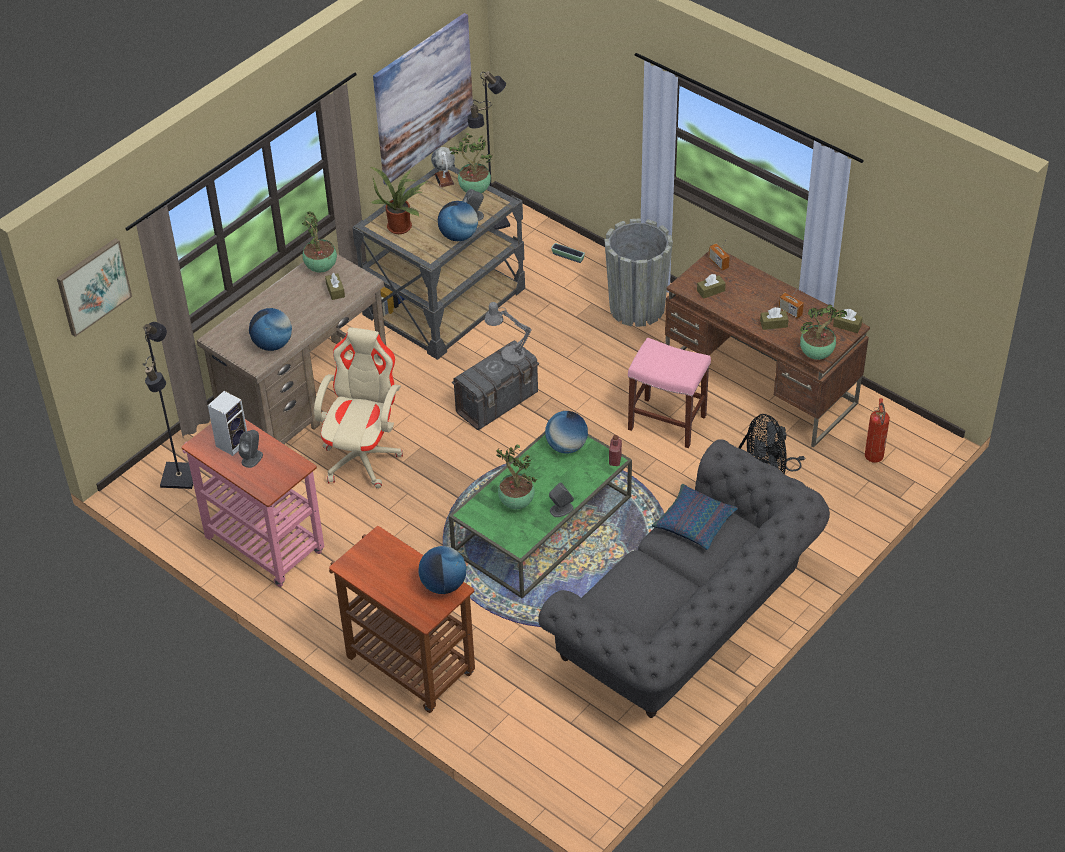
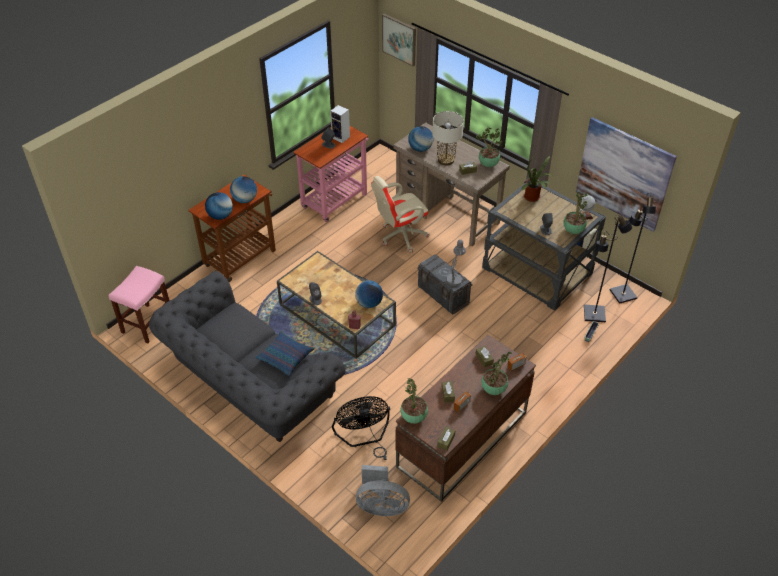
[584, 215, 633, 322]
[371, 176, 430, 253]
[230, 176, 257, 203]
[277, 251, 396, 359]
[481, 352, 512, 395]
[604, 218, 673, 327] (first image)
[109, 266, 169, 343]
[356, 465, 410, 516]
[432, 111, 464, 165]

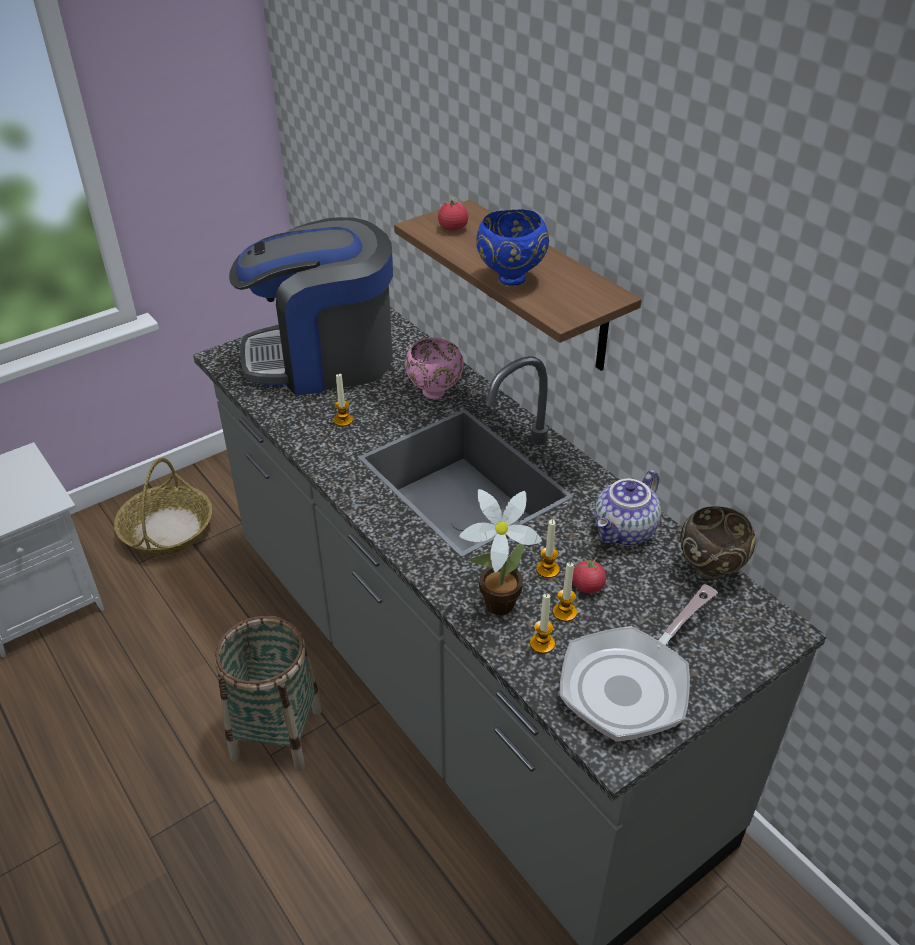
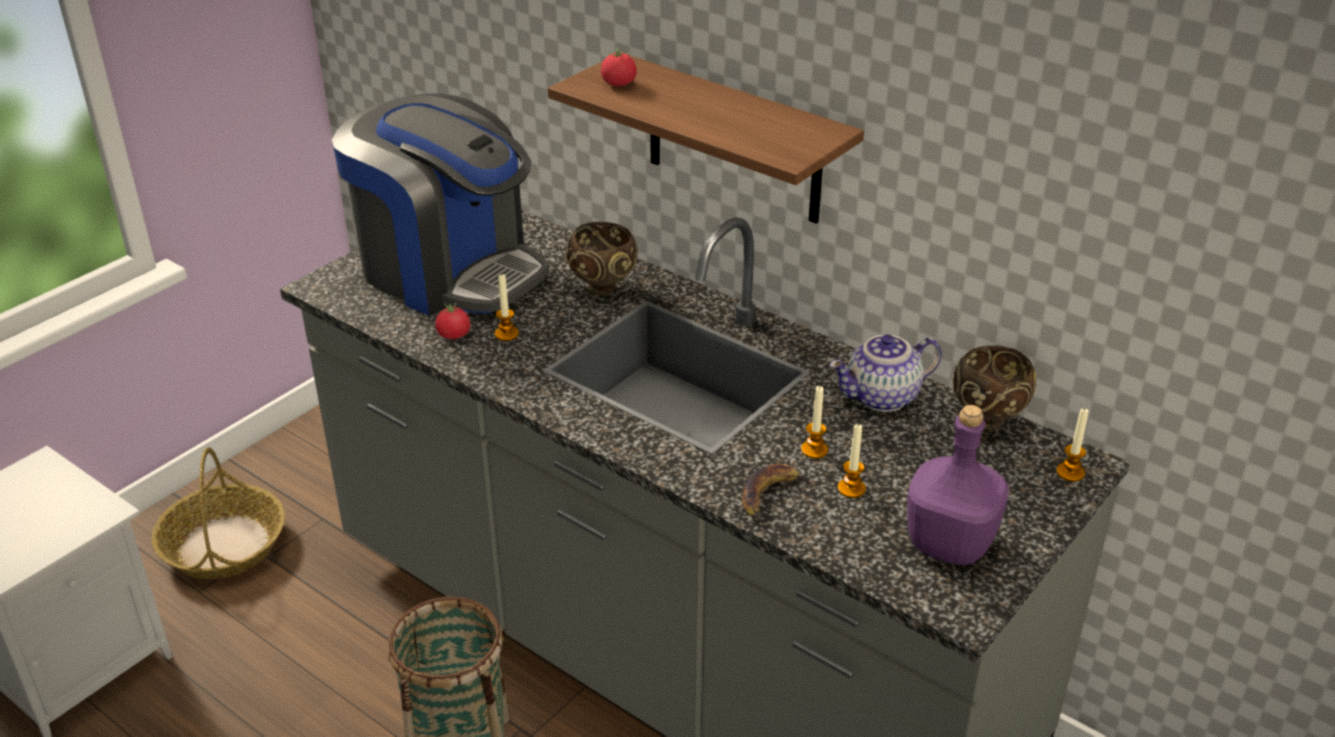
[332, 93, 549, 316]
[566, 222, 638, 296]
[742, 464, 815, 518]
[477, 210, 549, 286] (first image)
[1056, 409, 1089, 482]
[907, 405, 1009, 565]
[435, 302, 470, 339]
[829, 335, 942, 412]

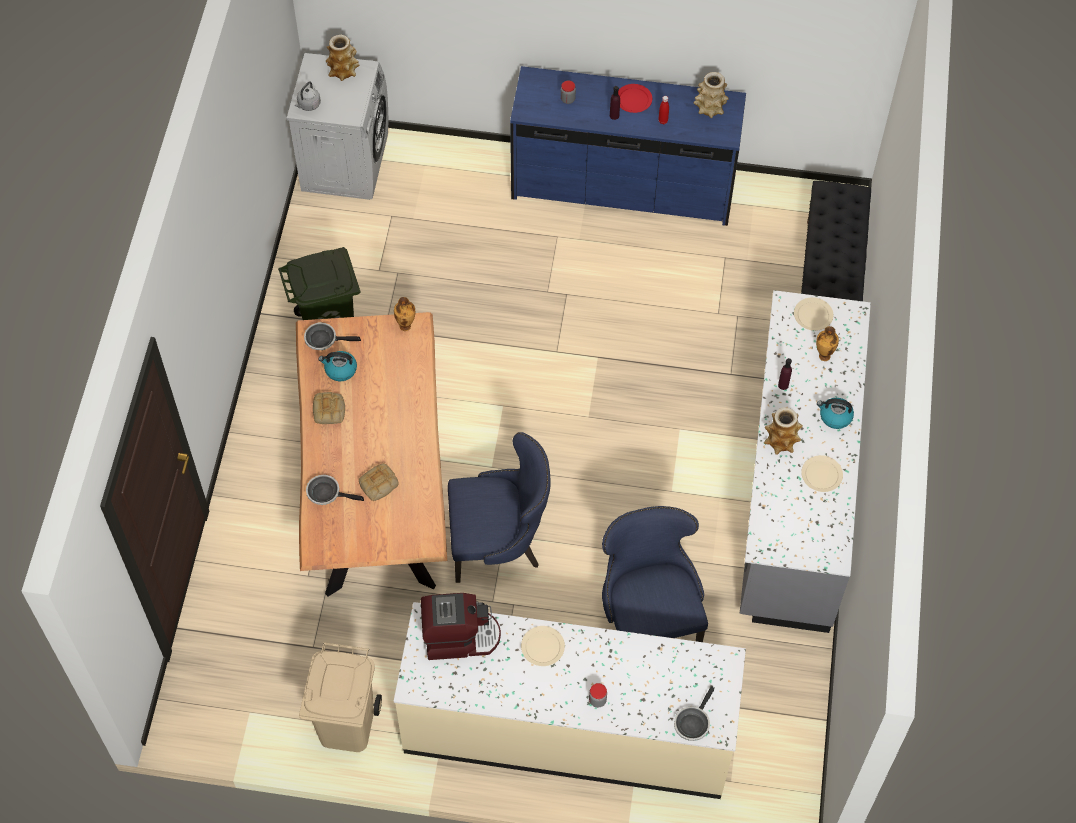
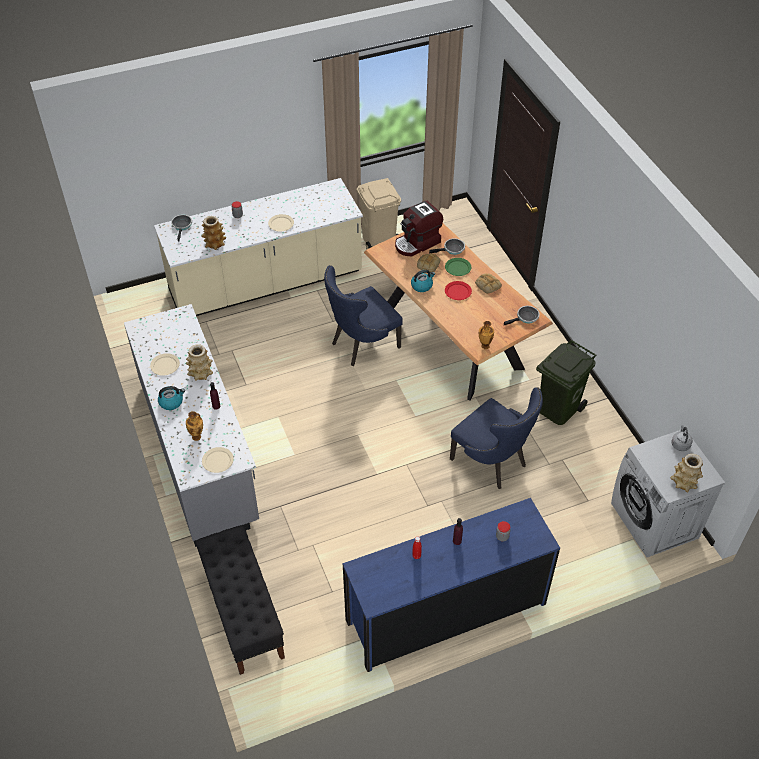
[411, 270, 435, 292]
[395, 201, 443, 256]
[450, 387, 543, 489]
[445, 281, 472, 300]
[201, 216, 226, 250]
[445, 258, 471, 276]

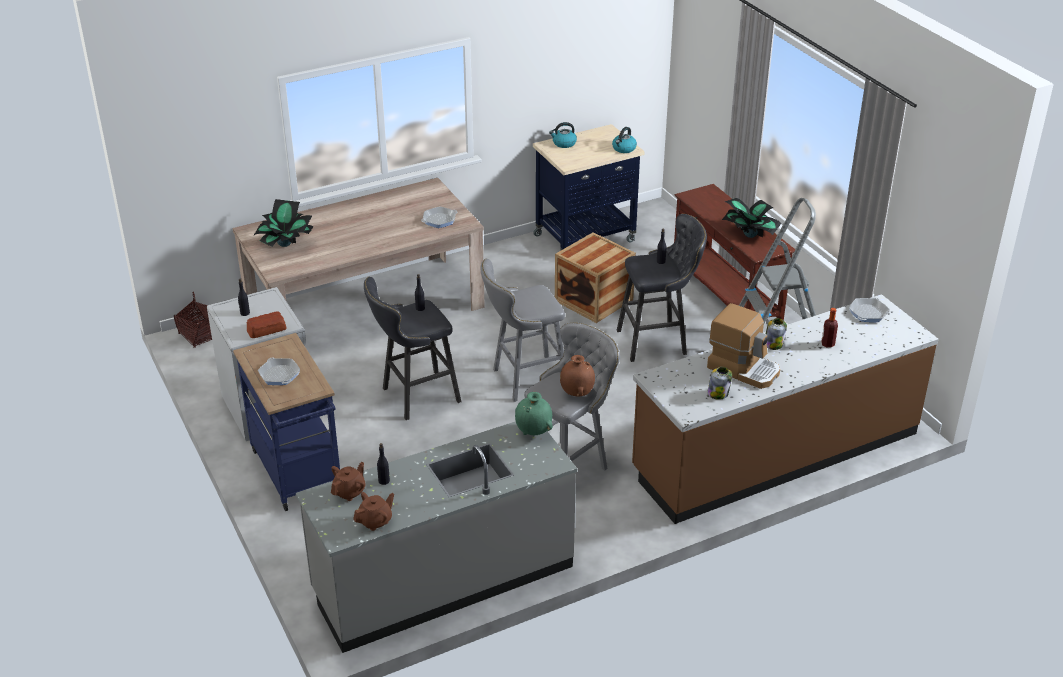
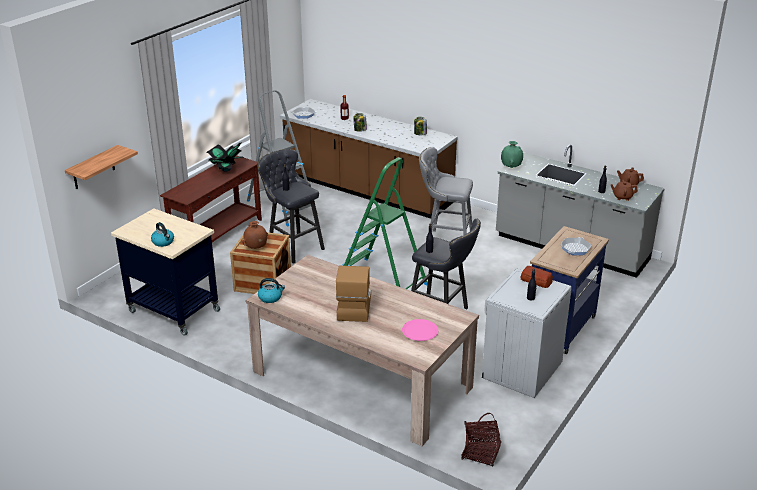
[402, 319, 438, 341]
[421, 207, 457, 228] (first image)
[342, 157, 428, 289]
[242, 221, 268, 249]
[258, 278, 285, 303]
[336, 266, 371, 322]
[65, 145, 138, 189]

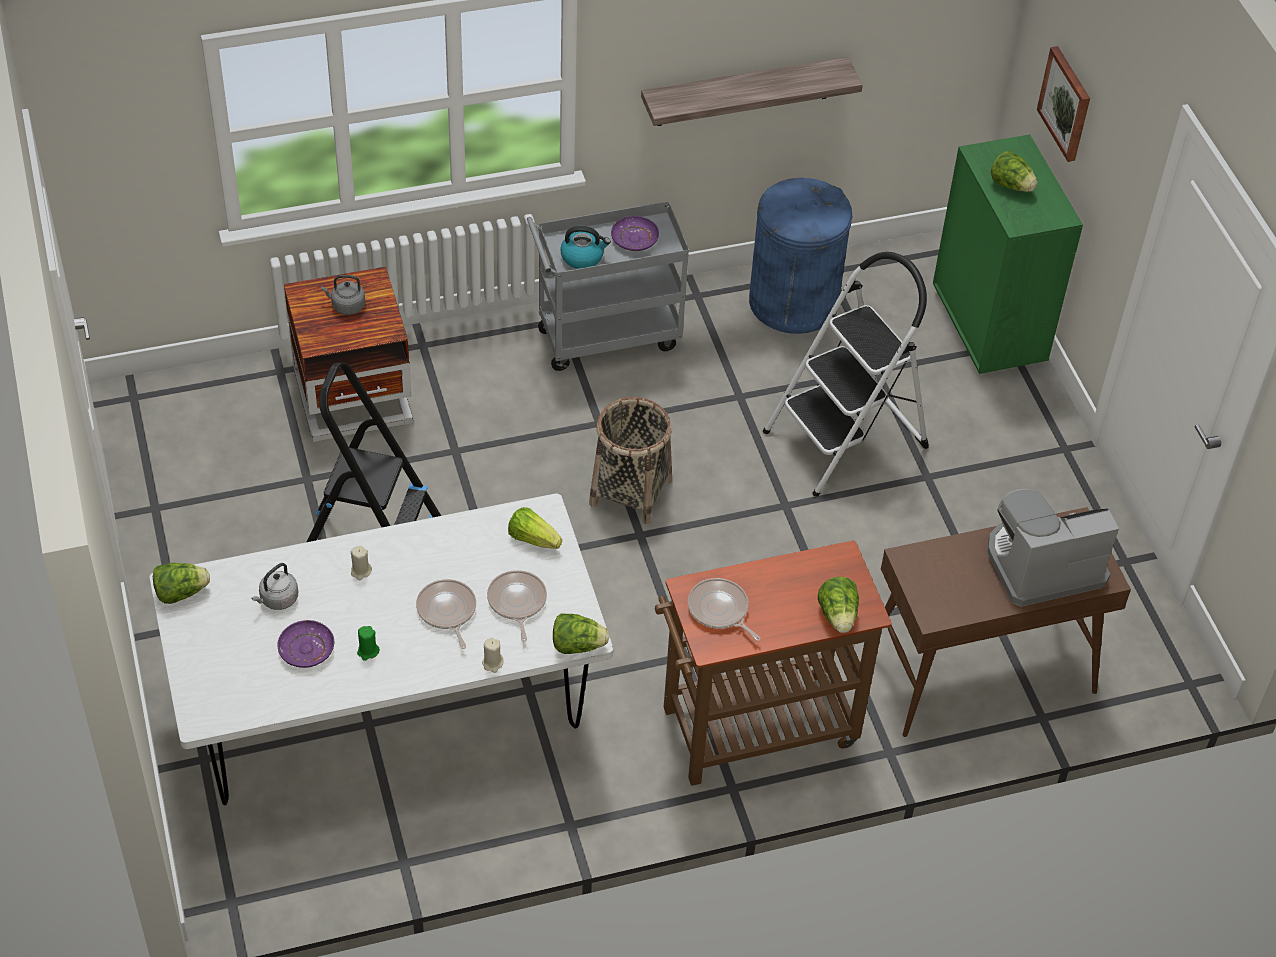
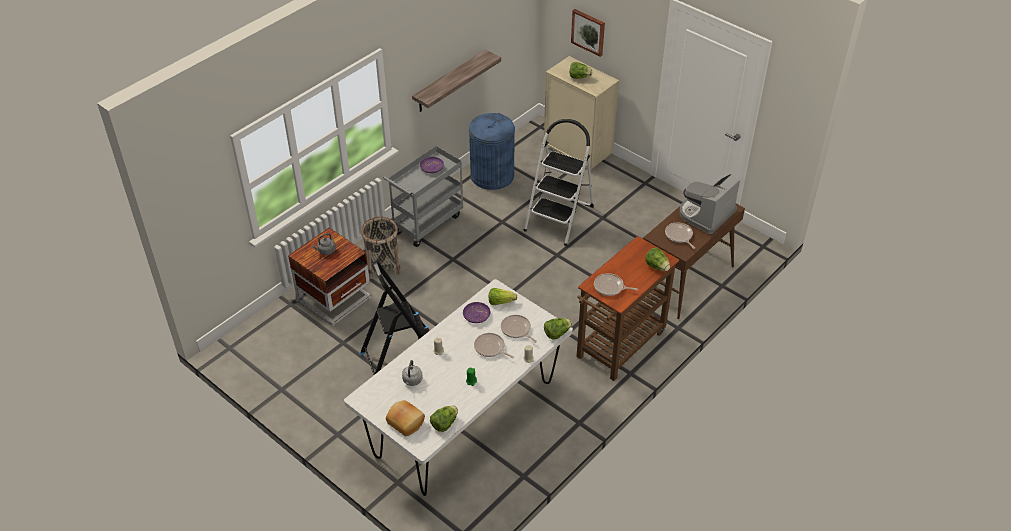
[430, 405, 458, 432]
[463, 302, 490, 323]
[560, 226, 611, 269] (first image)
[361, 217, 401, 279]
[544, 56, 619, 169]
[386, 400, 425, 436]
[665, 222, 695, 249]

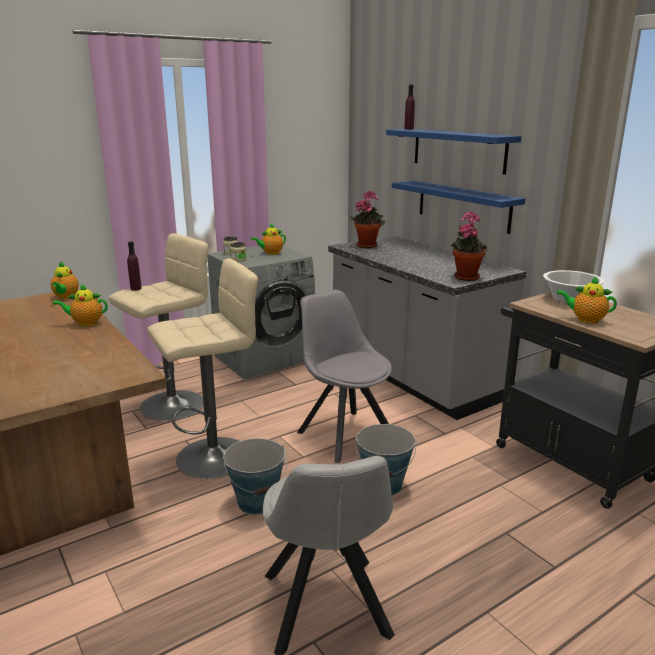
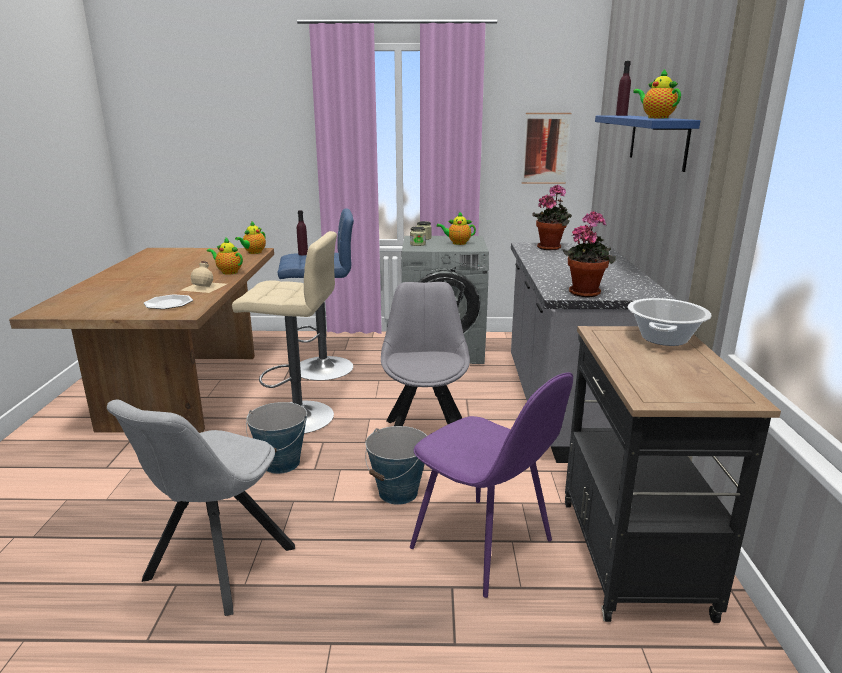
[278, 208, 354, 380]
[392, 181, 525, 234] (first image)
[633, 69, 681, 118]
[144, 294, 193, 309]
[180, 261, 226, 293]
[410, 373, 573, 598]
[522, 113, 571, 184]

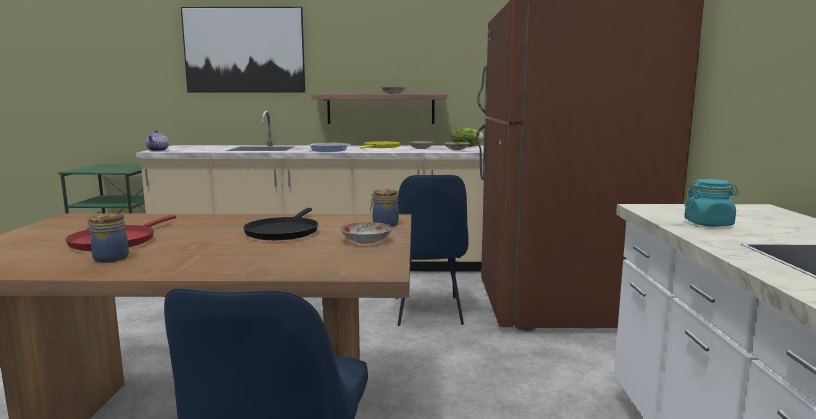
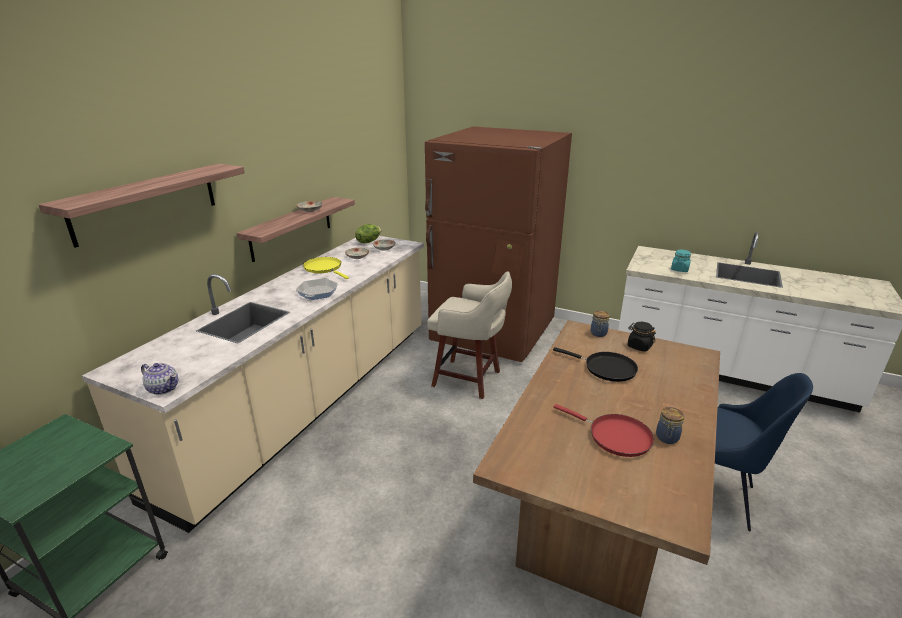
[38, 164, 245, 248]
[627, 322, 656, 352]
[427, 271, 512, 399]

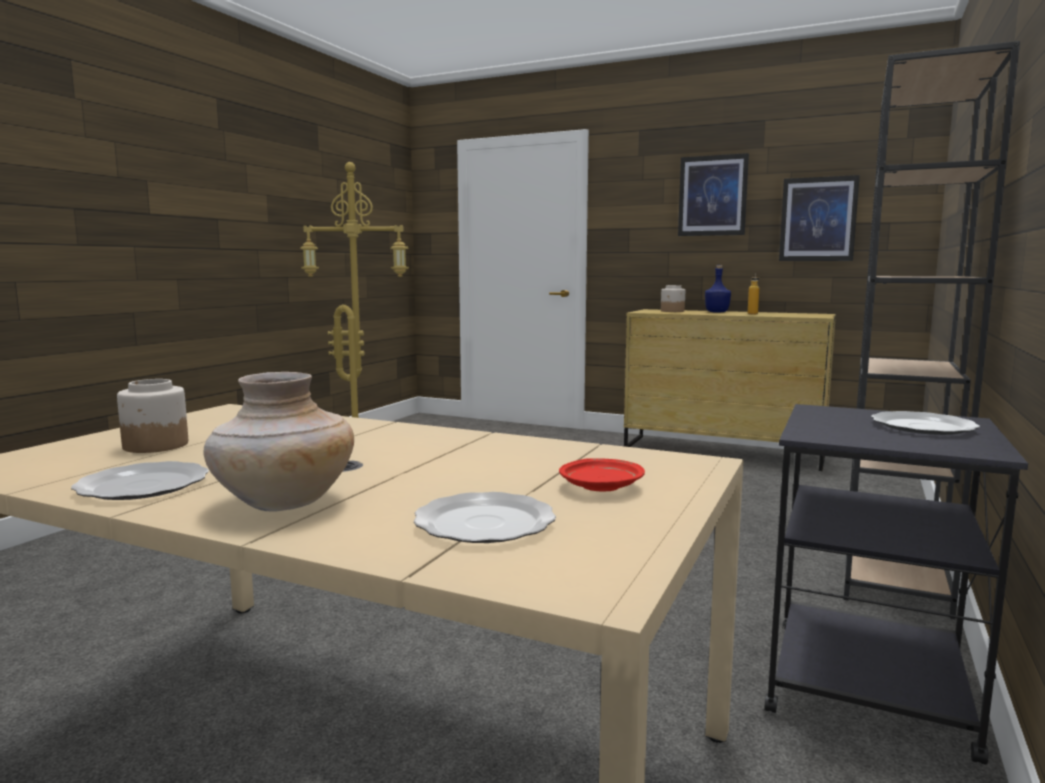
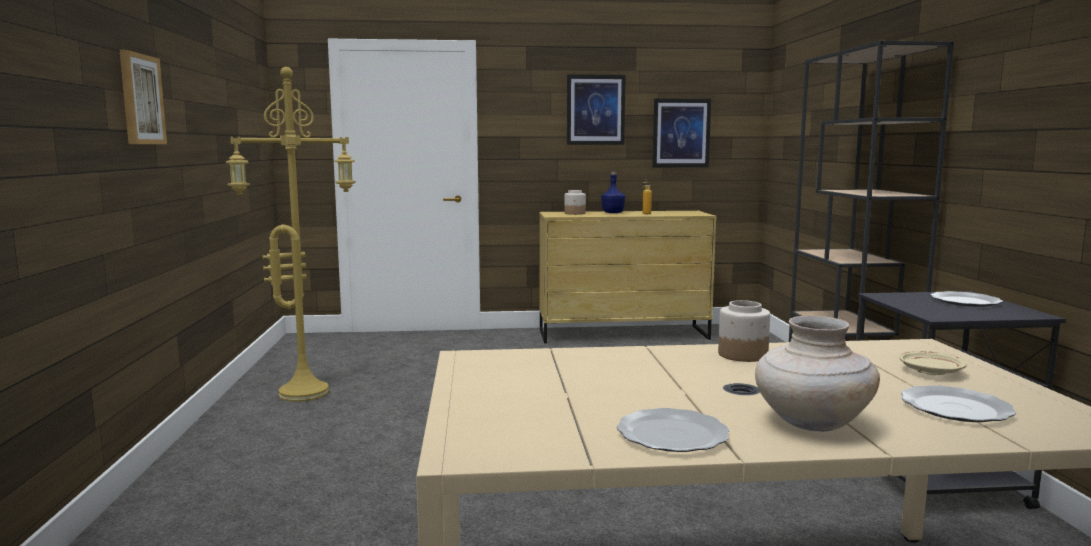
[718, 300, 770, 362]
[899, 351, 967, 375]
[119, 50, 167, 144]

